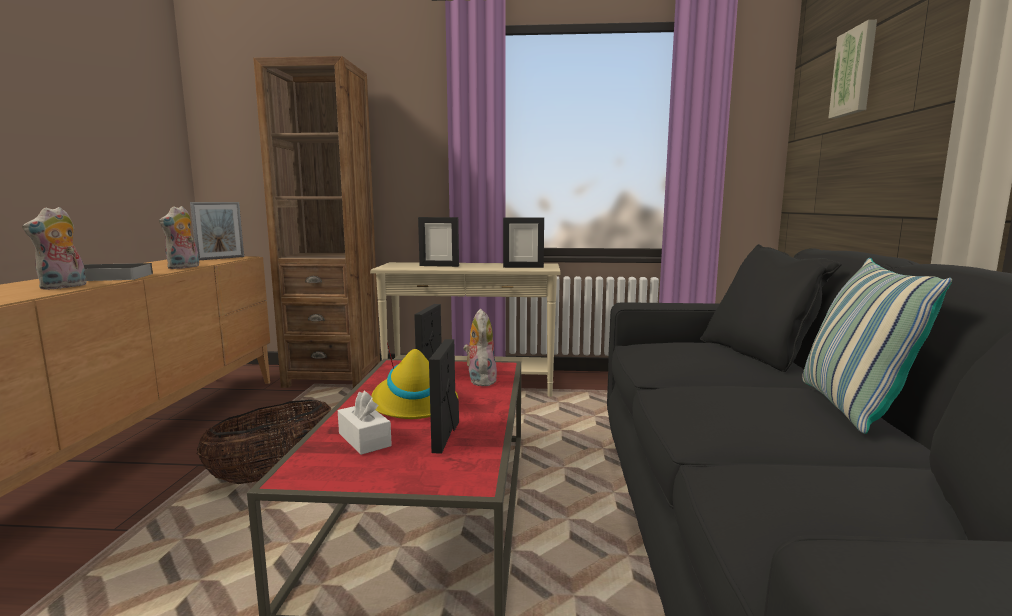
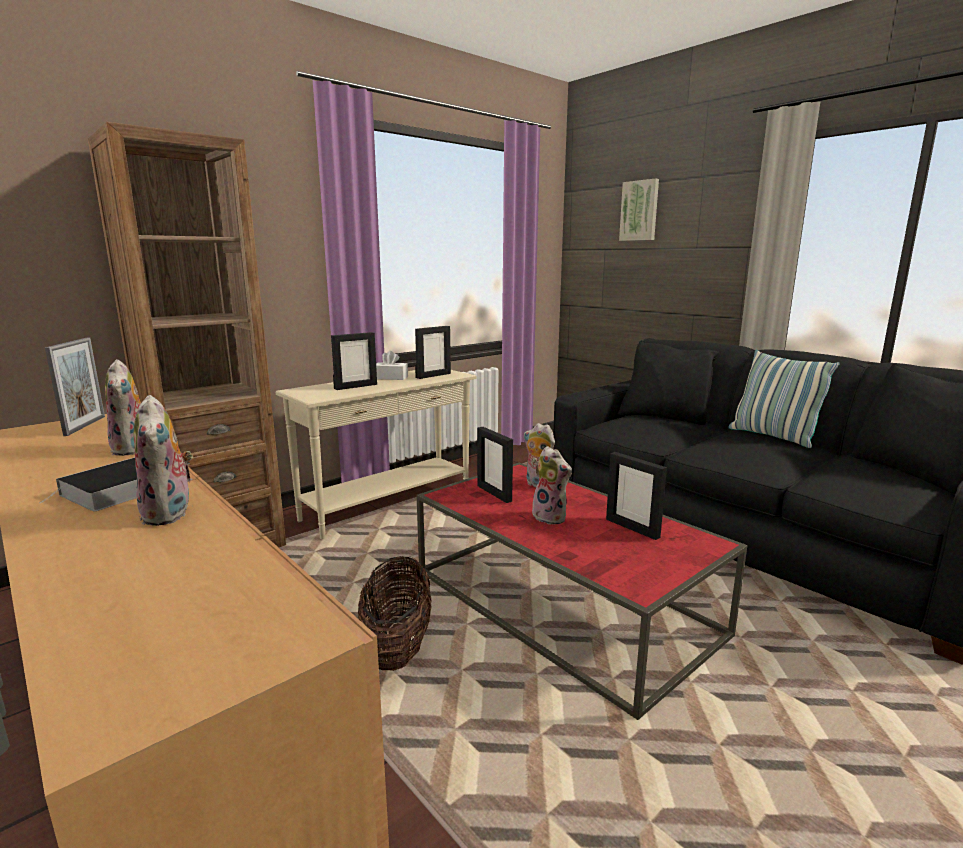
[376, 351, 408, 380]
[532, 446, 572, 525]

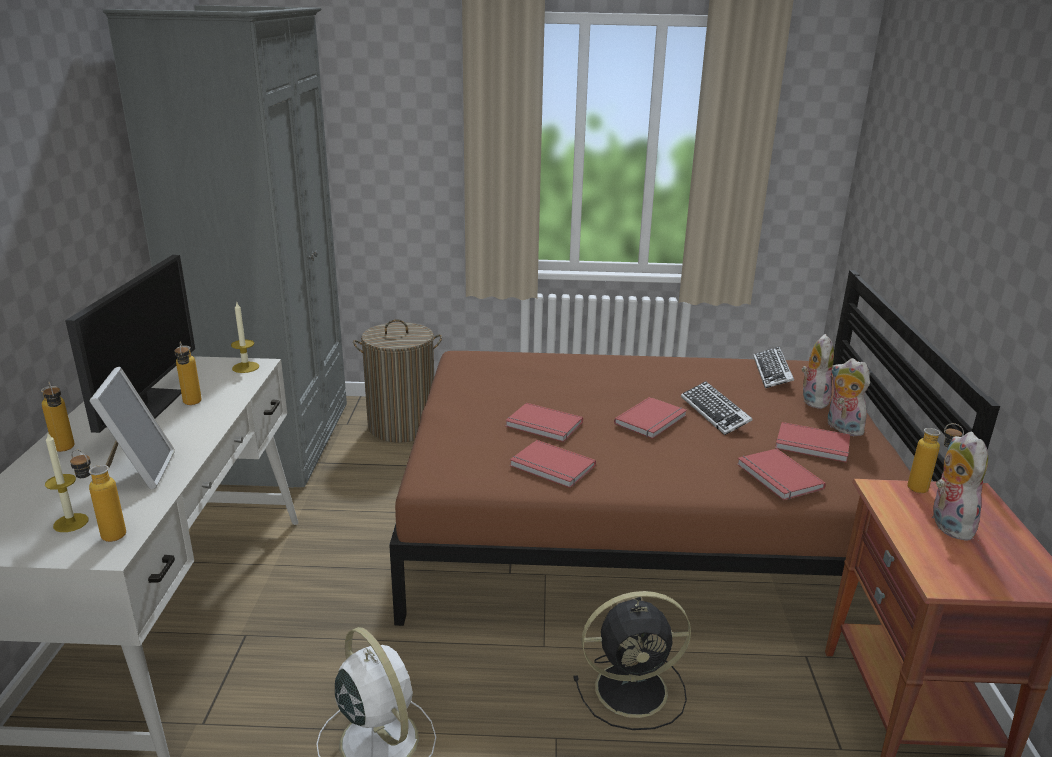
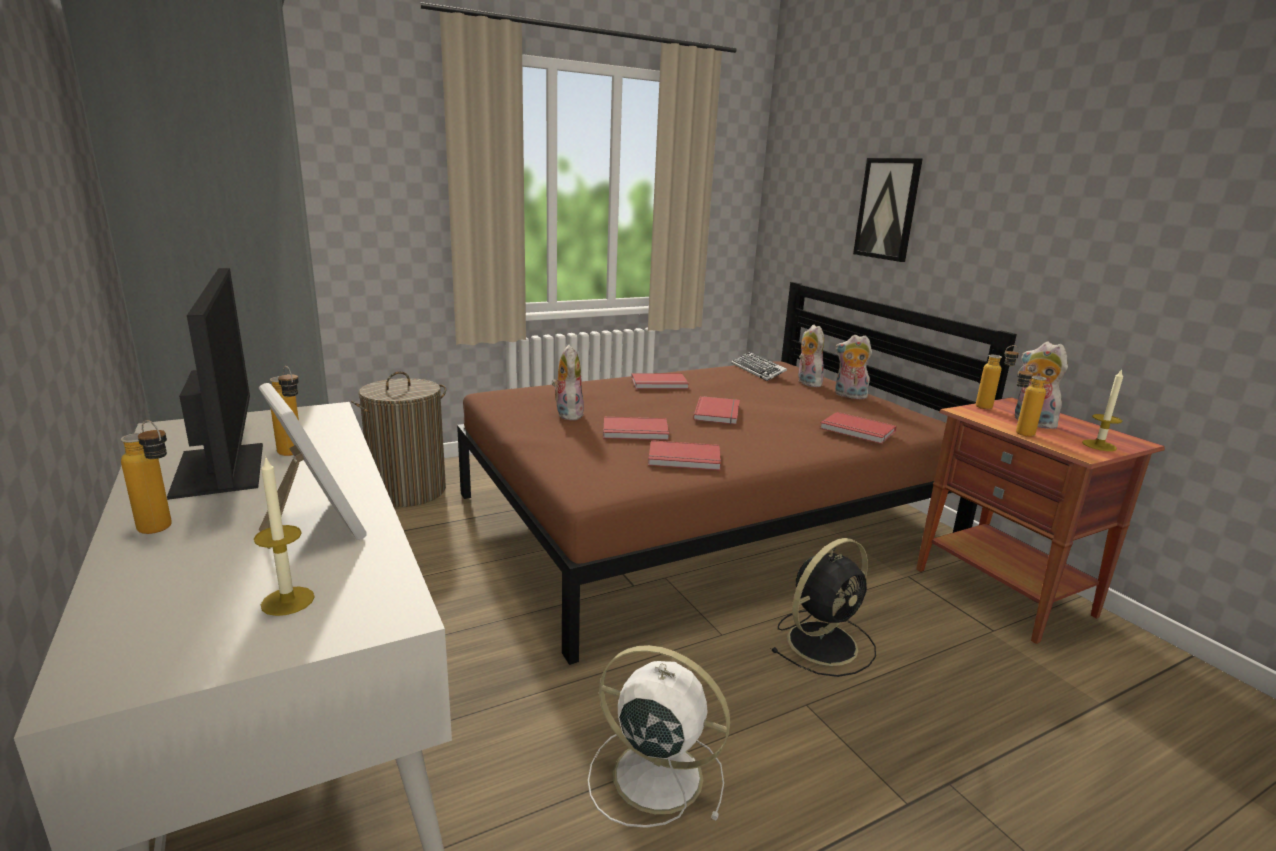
[1016, 365, 1047, 437]
[1082, 369, 1123, 451]
[681, 381, 752, 435] (first image)
[631, 373, 689, 389]
[552, 345, 584, 420]
[853, 158, 923, 262]

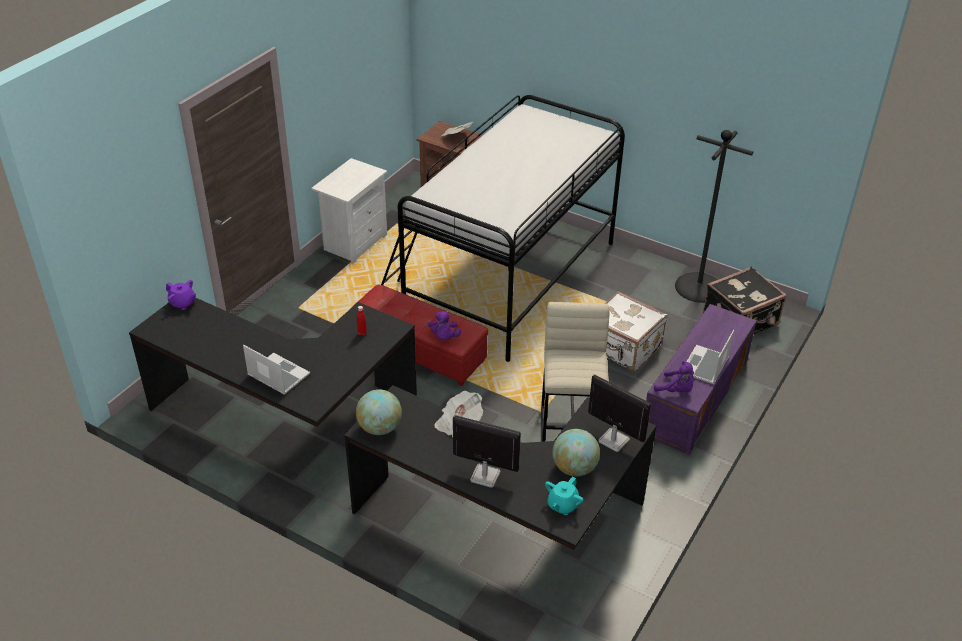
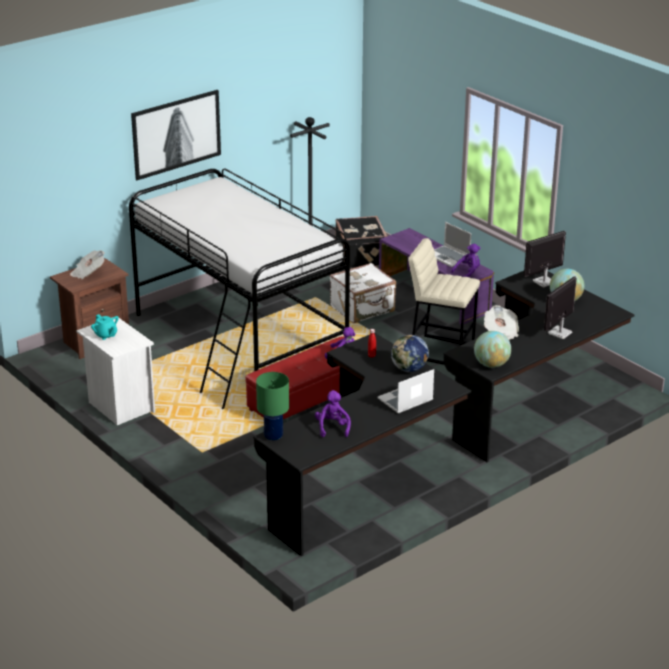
[256, 372, 289, 441]
[91, 314, 119, 340]
[131, 90, 221, 180]
[315, 390, 351, 437]
[391, 335, 429, 372]

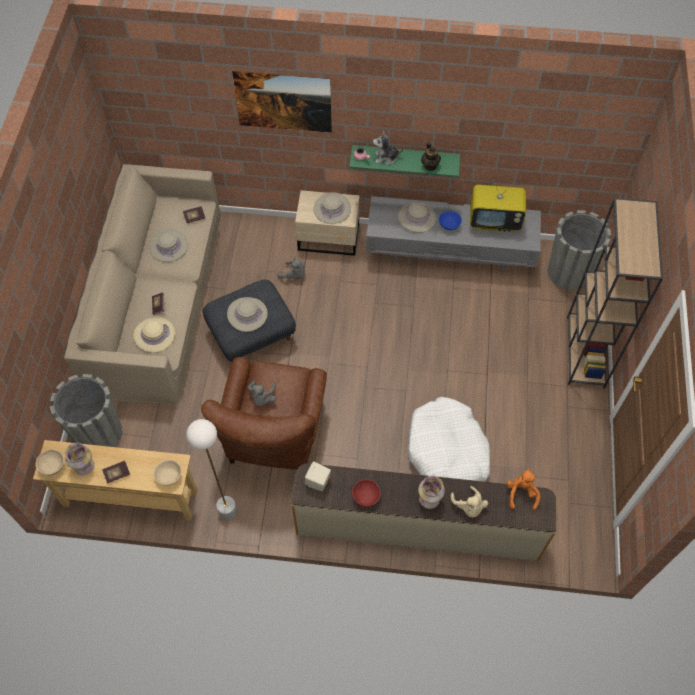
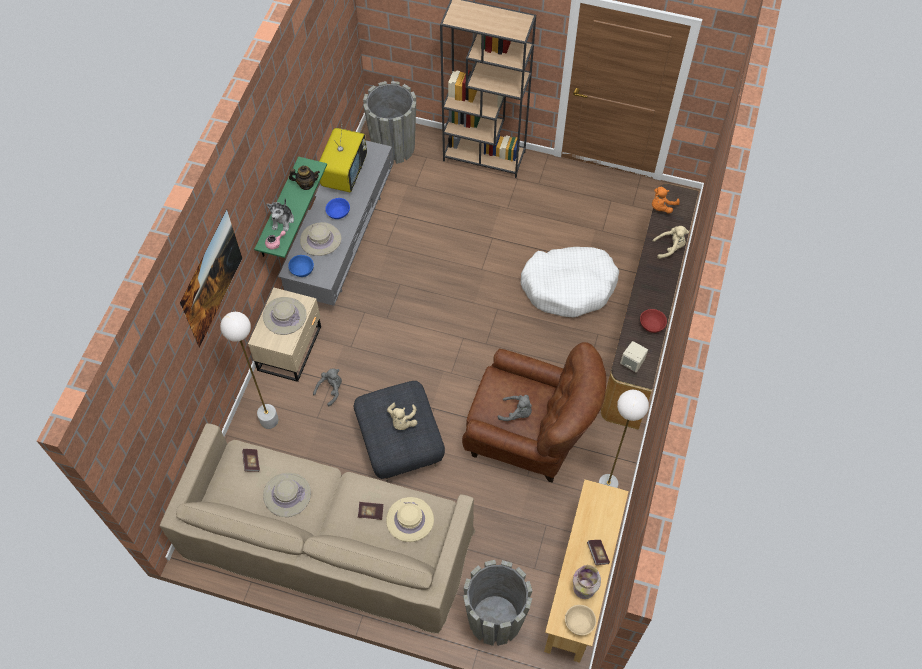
[153, 460, 182, 486] (first image)
[387, 403, 417, 430]
[418, 476, 445, 509] (first image)
[652, 187, 680, 214]
[220, 312, 279, 429]
[288, 255, 314, 277]

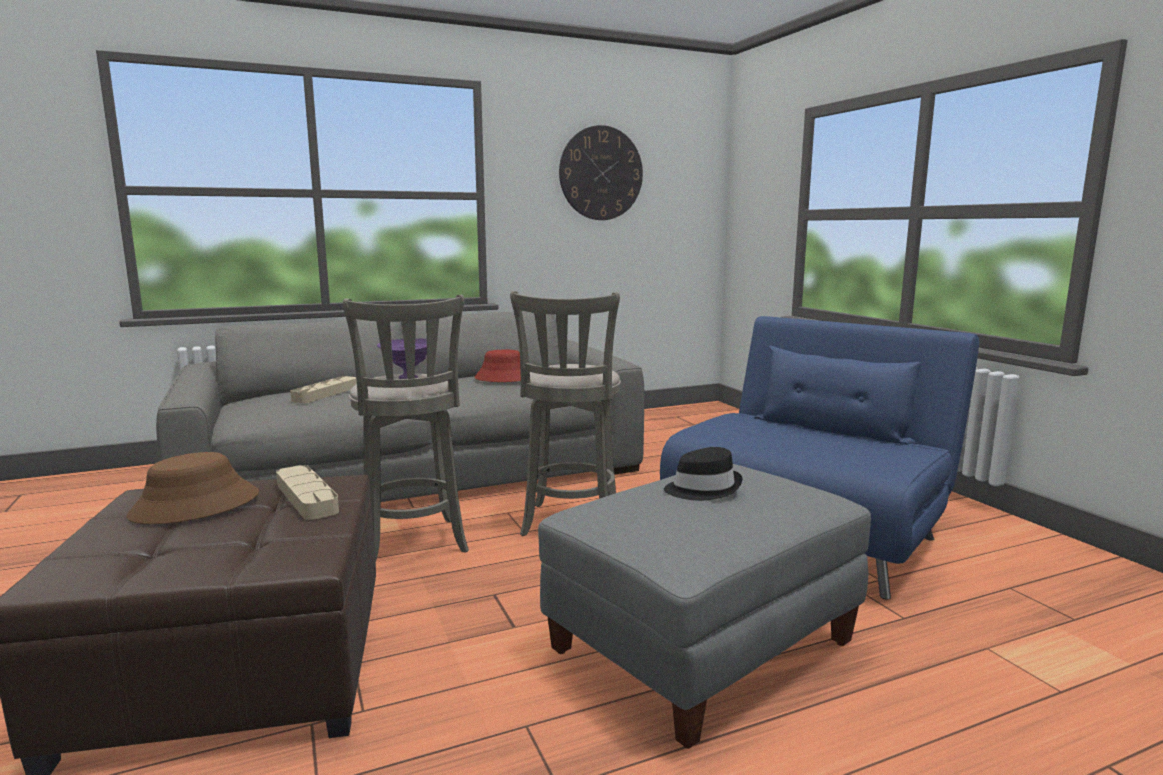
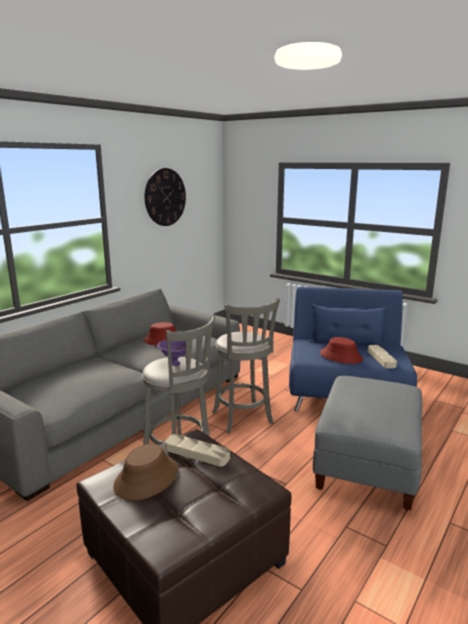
[368, 345, 397, 368]
[664, 447, 742, 501] (first image)
[320, 337, 363, 364]

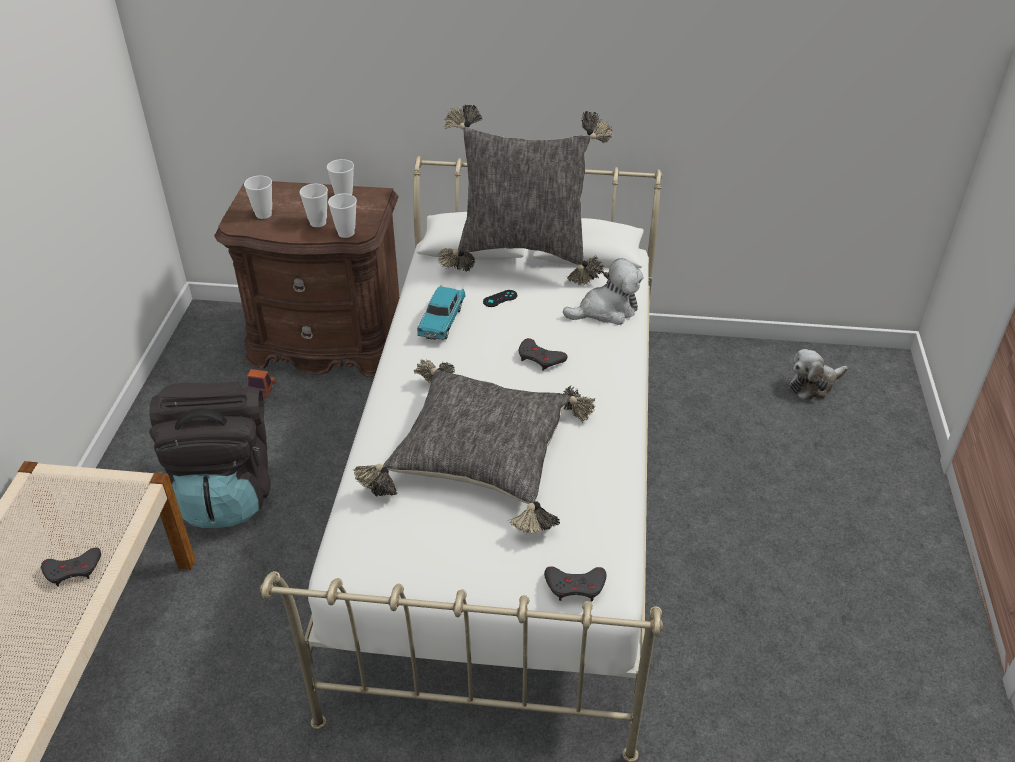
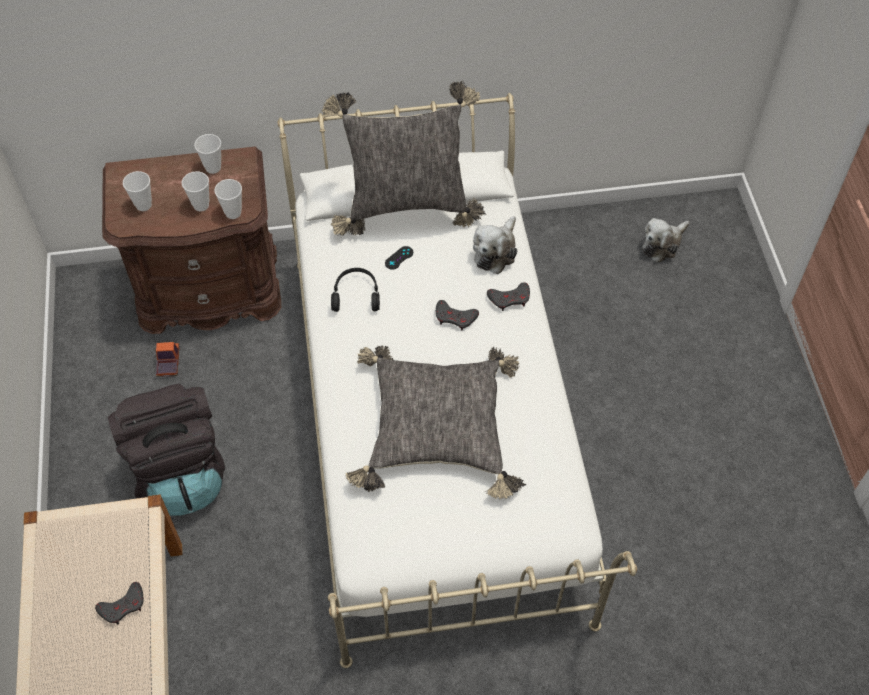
[331, 268, 380, 312]
[487, 282, 530, 311]
[473, 216, 517, 274]

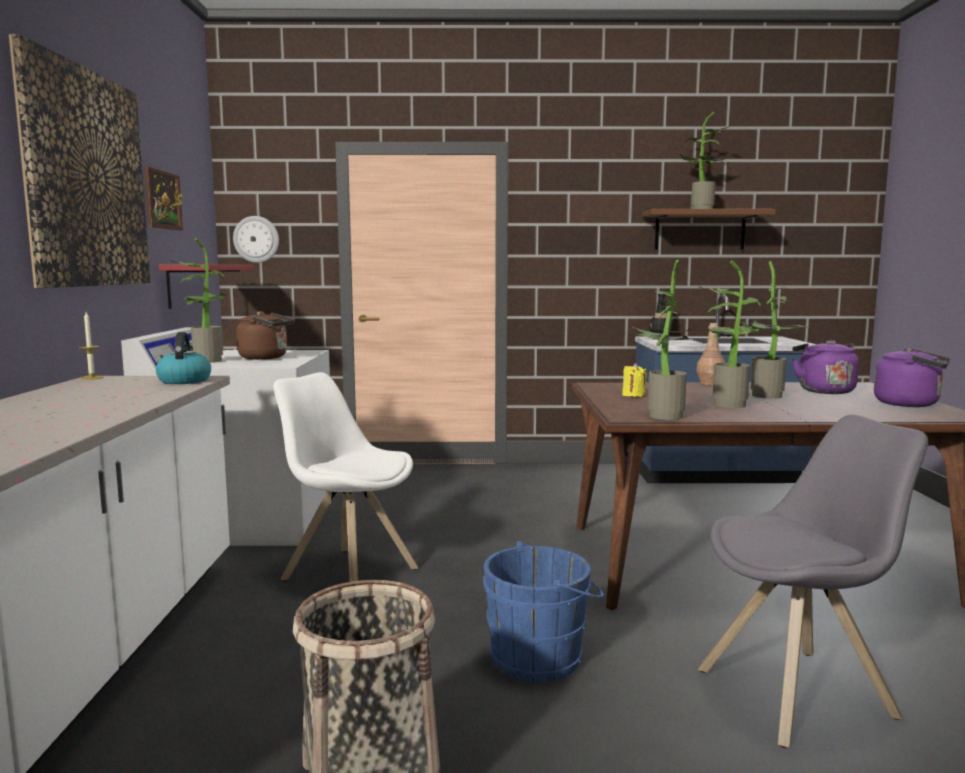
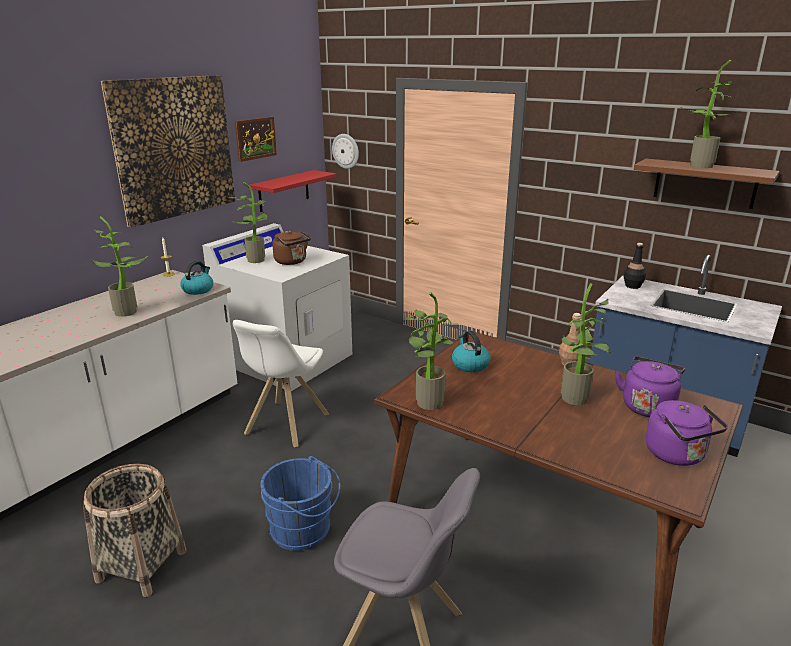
[233, 320, 329, 448]
[452, 331, 491, 372]
[91, 216, 148, 317]

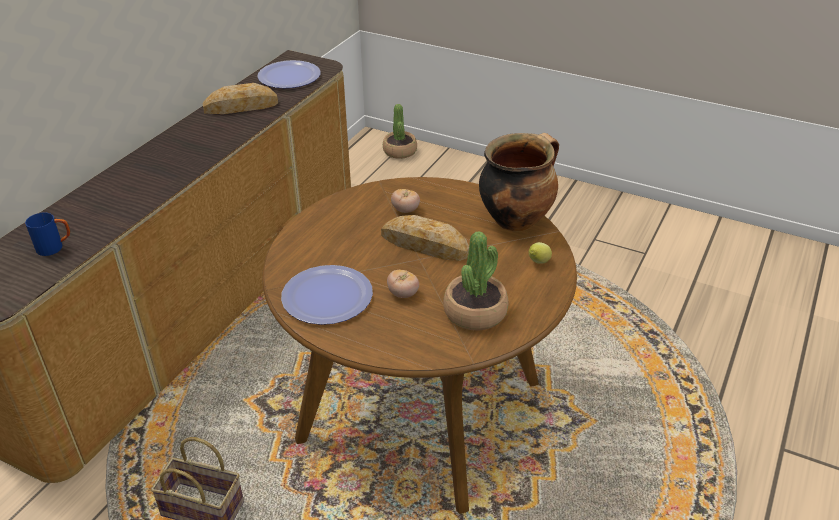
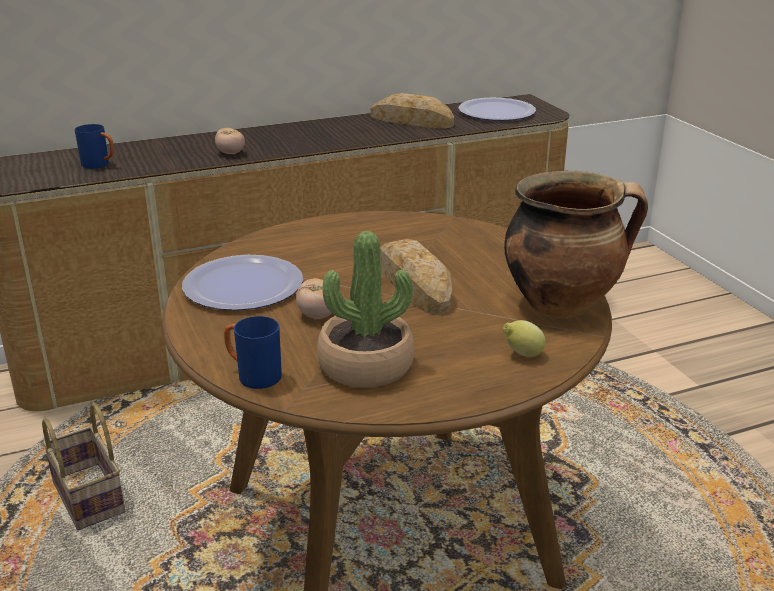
[383, 104, 417, 159] (first image)
[215, 128, 245, 154]
[224, 316, 282, 389]

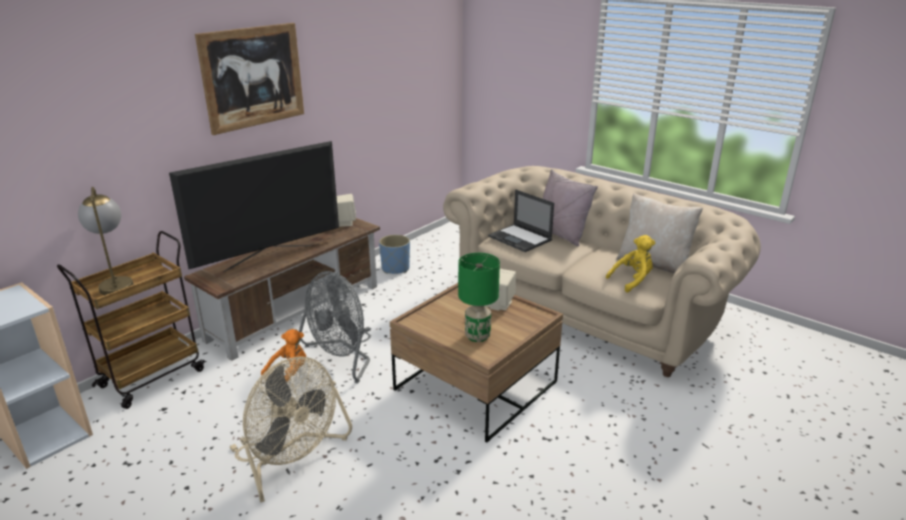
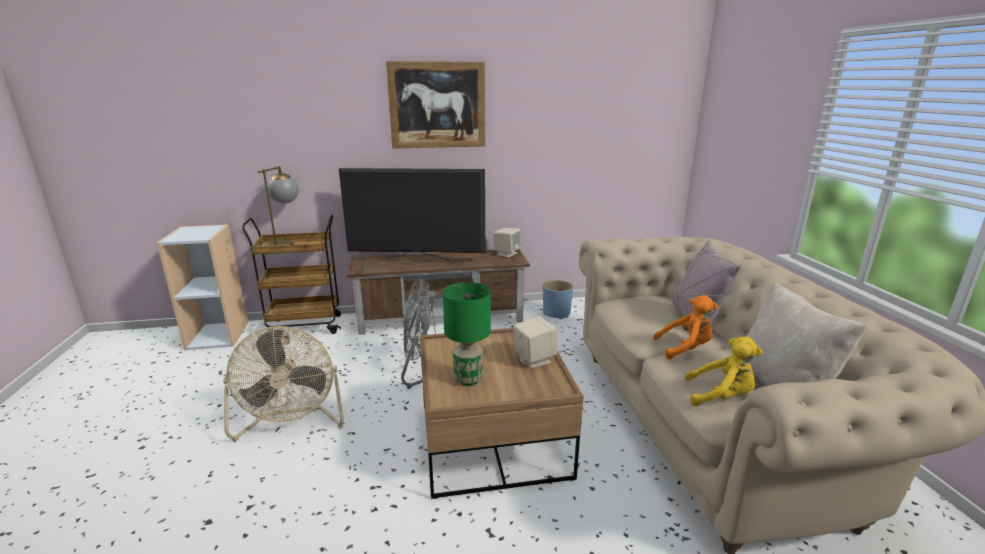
[653, 295, 718, 359]
[488, 189, 554, 252] (first image)

